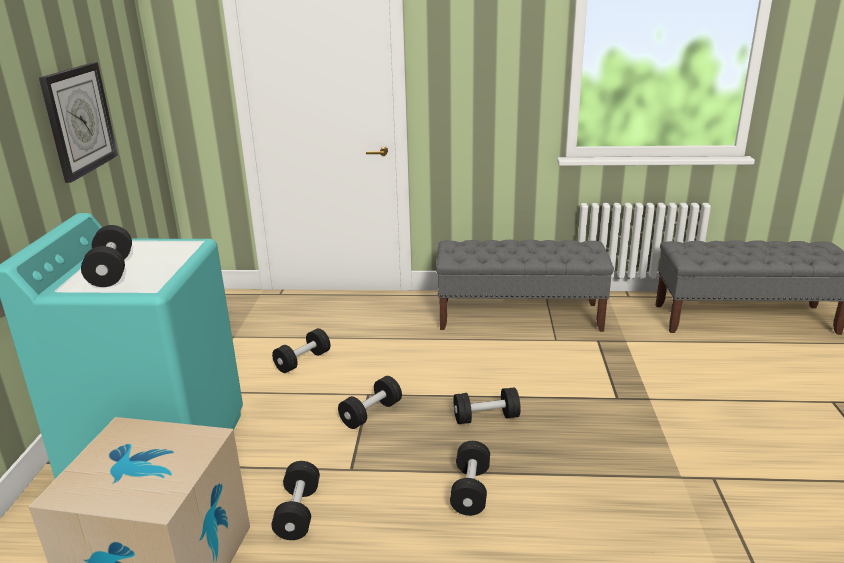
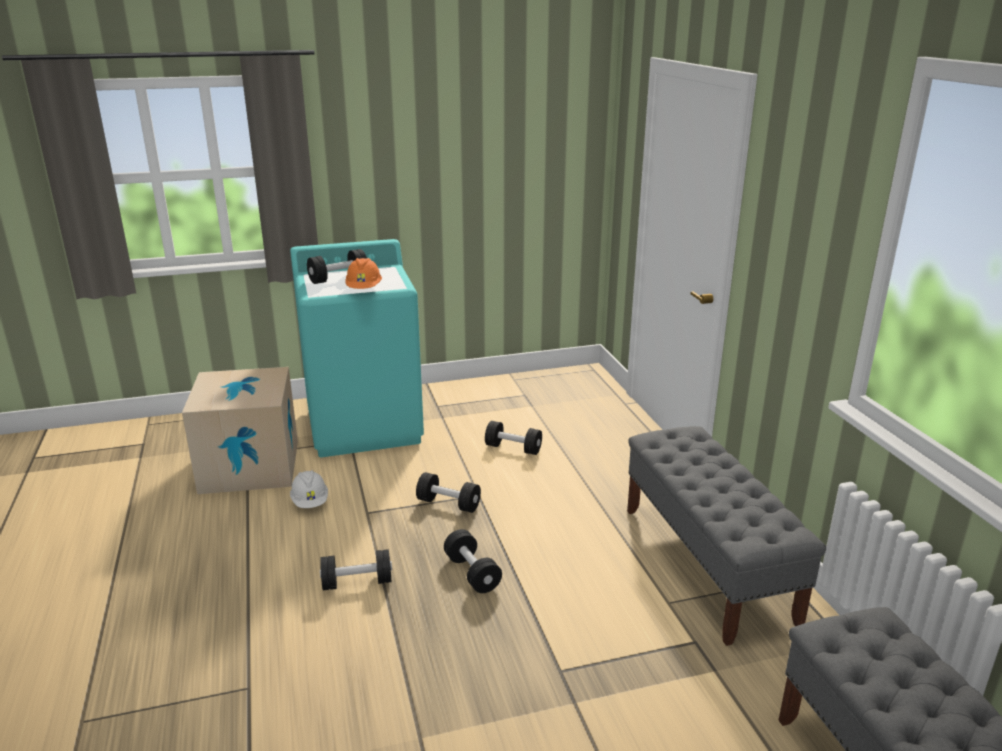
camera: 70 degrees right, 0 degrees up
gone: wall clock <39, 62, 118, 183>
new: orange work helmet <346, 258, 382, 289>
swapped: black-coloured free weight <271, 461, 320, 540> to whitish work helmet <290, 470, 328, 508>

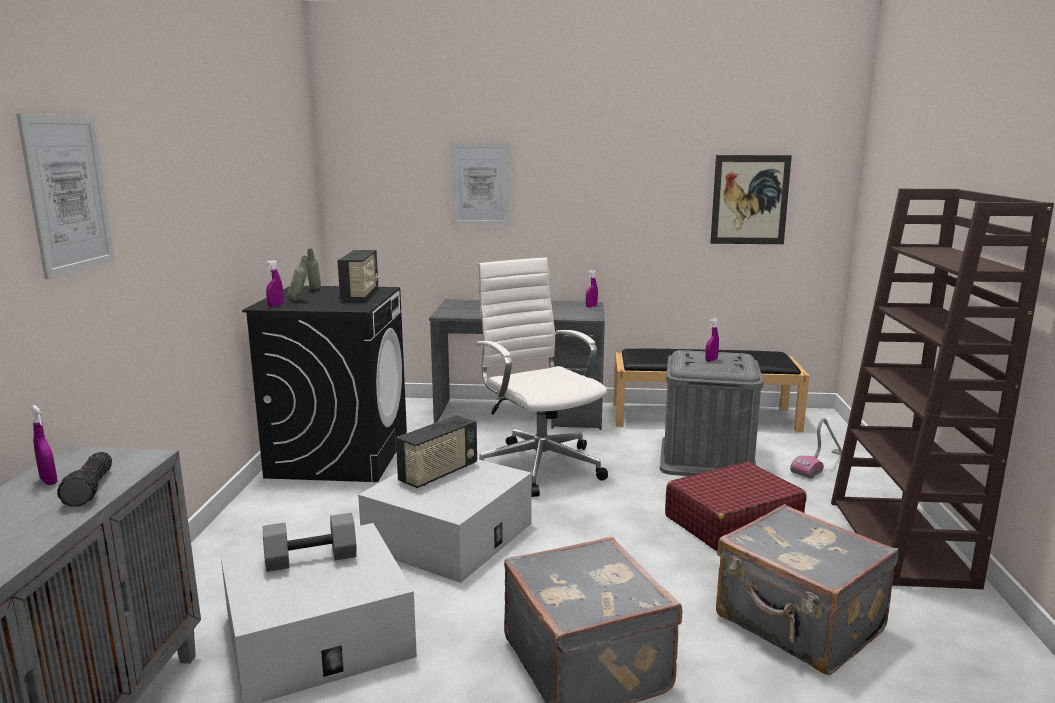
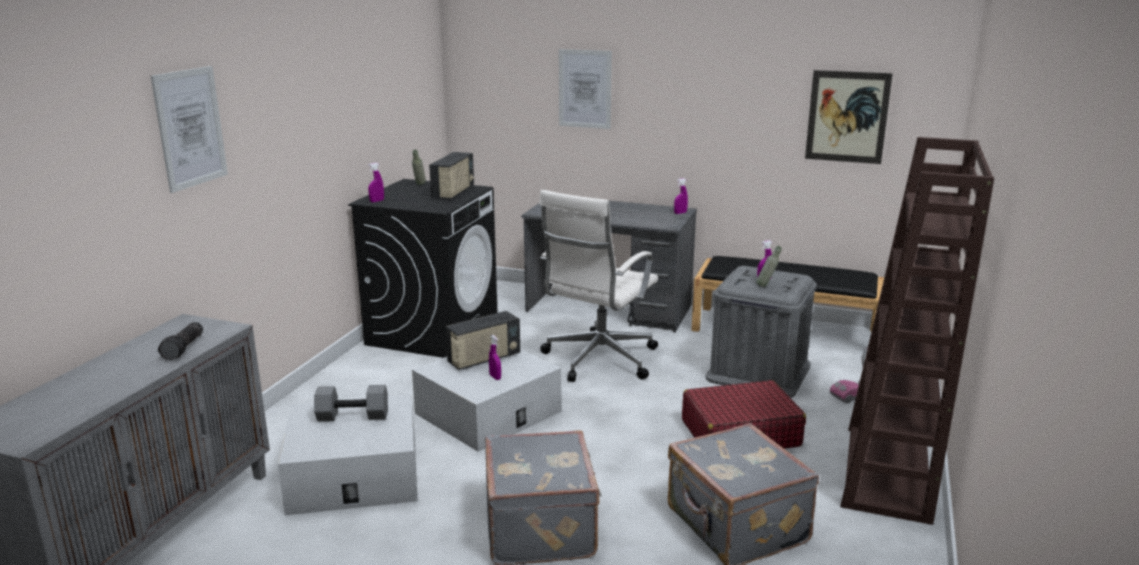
camera: 15 degrees right, 5 degrees up
shifted: purple-coloured sprayer <31, 405, 57, 485> to <489, 335, 501, 380>; greyish bottle <287, 255, 308, 301> to <756, 246, 782, 287>
rotated: whitish desk chair <476, 257, 608, 497> = <539, 190, 658, 382> 135 degrees counterclockwise

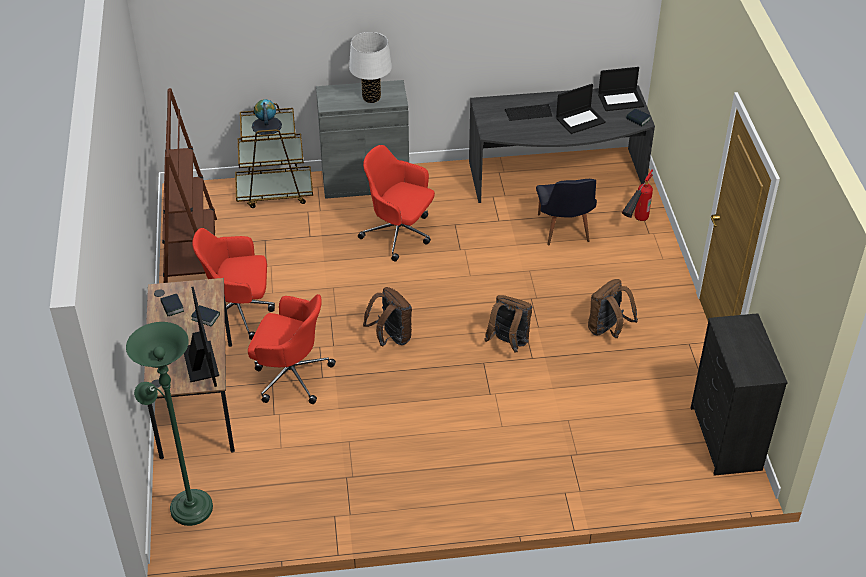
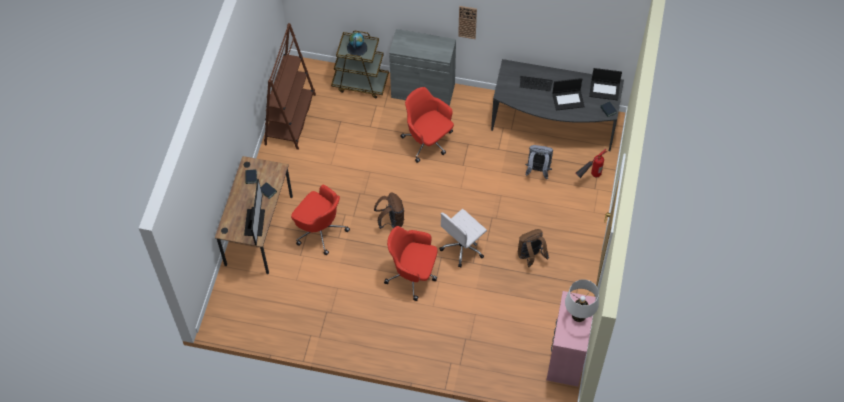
camera: 20 degrees right, 15 degrees up
gone: green standing lamp <126, 322, 213, 526>
new: wall clock <458, 6, 477, 39>
shifted: reddish desk chair <192, 228, 275, 340> to <384, 226, 437, 301>; whitish tabletop lamp <349, 32, 392, 103> to <565, 279, 599, 322>
swapped: brown-coloured rucksack <484, 295, 532, 353> to whitish desk chair <439, 209, 487, 267>; black-coloured chair <536, 179, 597, 245> to greyish rucksack <525, 145, 553, 179>
repainted: black-coloured chest of drawers <691, 313, 788, 476> to pink-coloured chest of drawers <546, 291, 596, 387>

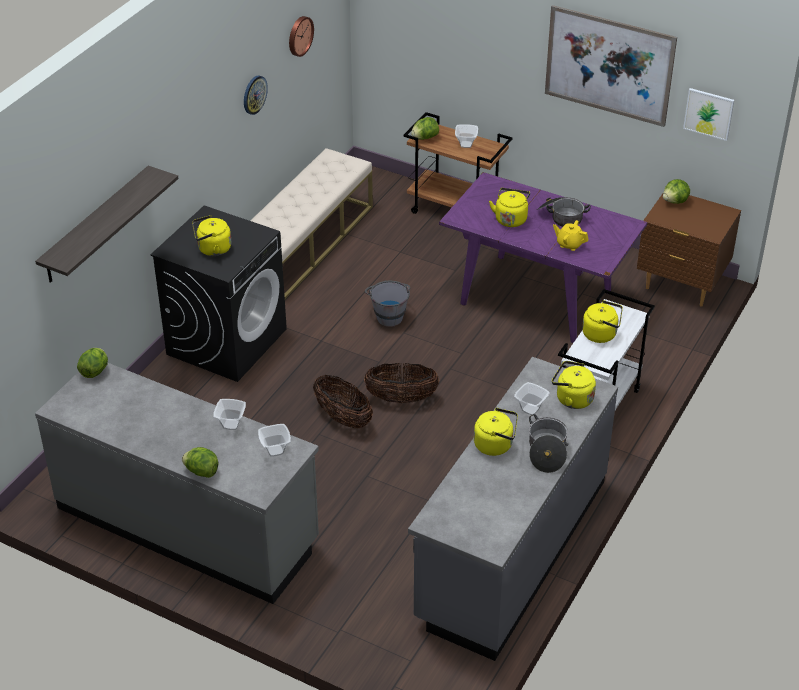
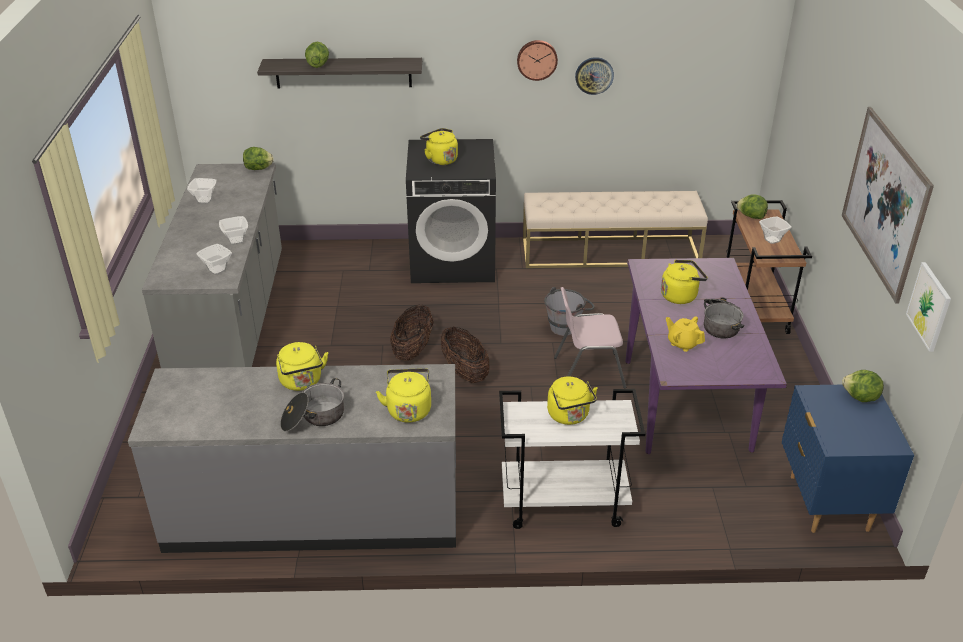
camera: 60 degrees right, 5 degrees down
new: pink-coloured chair <554, 287, 626, 389>
shifted: lettuce <182, 447, 218, 478> to <305, 42, 329, 68>; wall clock <289, 16, 314, 57> to <517, 40, 558, 81>; deep dish <514, 382, 550, 415> to <187, 178, 216, 204>
repainted: brown-coloured night table <637, 192, 741, 307> to blue night table <782, 385, 914, 533>
rotated: yellow teapot <553, 220, 589, 251> = <666, 316, 705, 352> 45 degrees counterclockwise

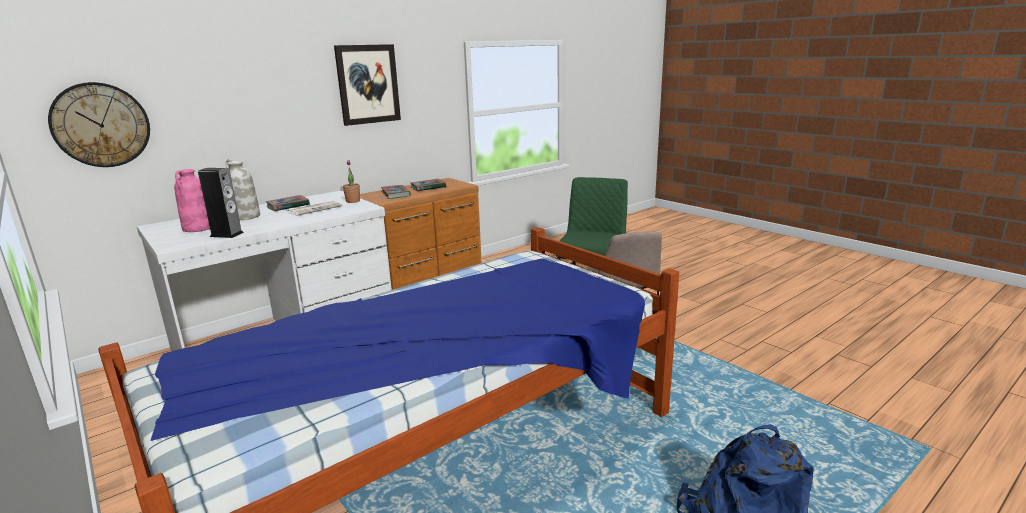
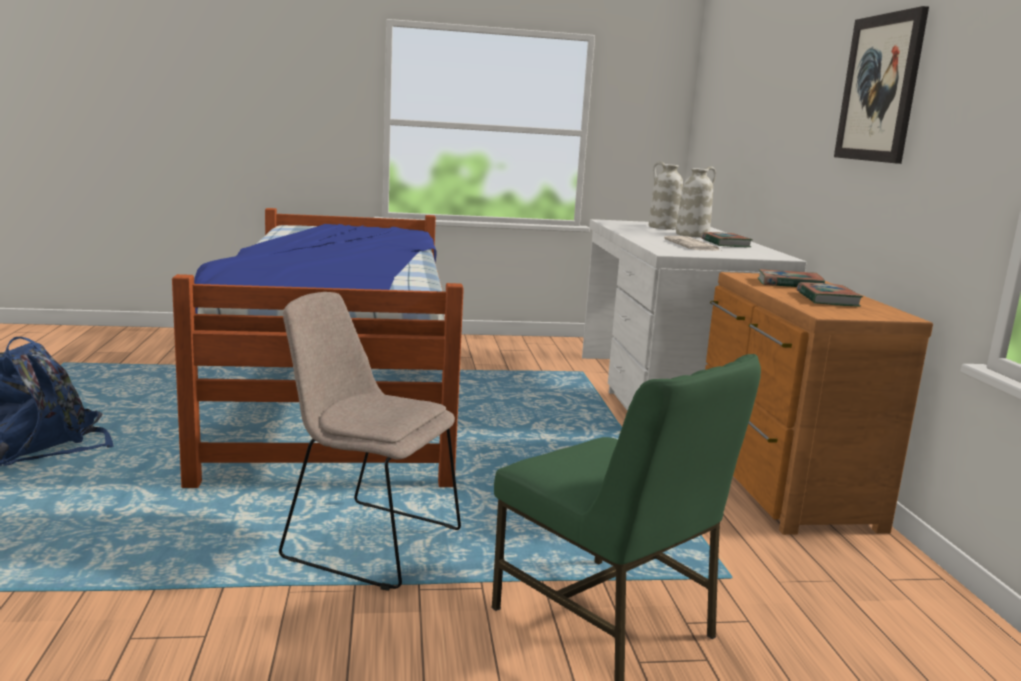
camera: 120 degrees right, 5 degrees down
gone: wall clock <48, 82, 150, 167>; loudspeaker <198, 168, 244, 238>; plant in a pot <343, 160, 360, 203>
repainted: pink-coloured vase <174, 169, 210, 232> to whitish vase <649, 161, 683, 230>

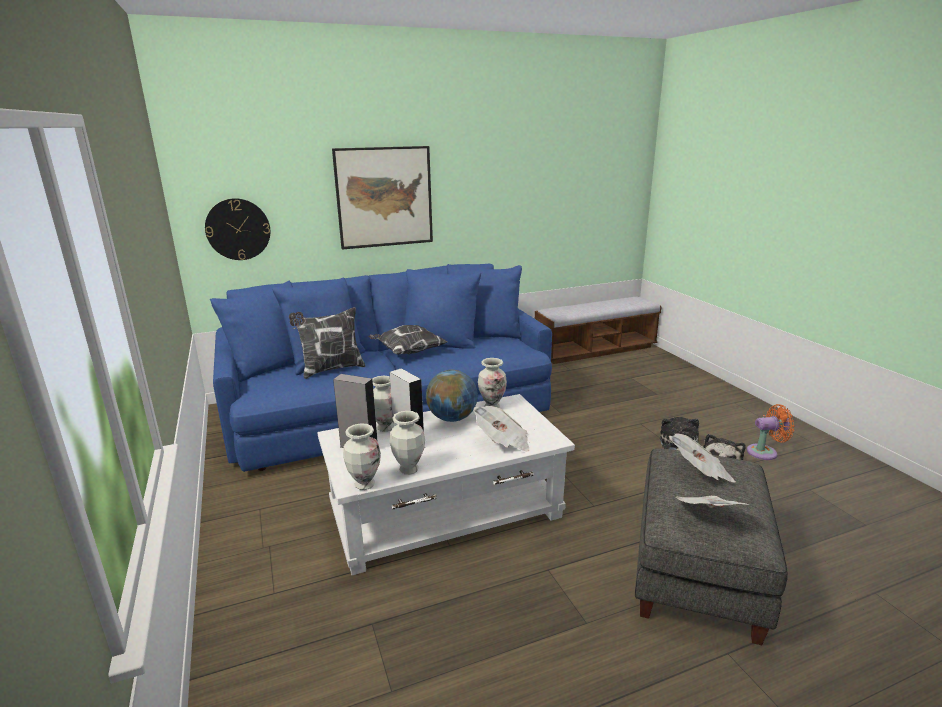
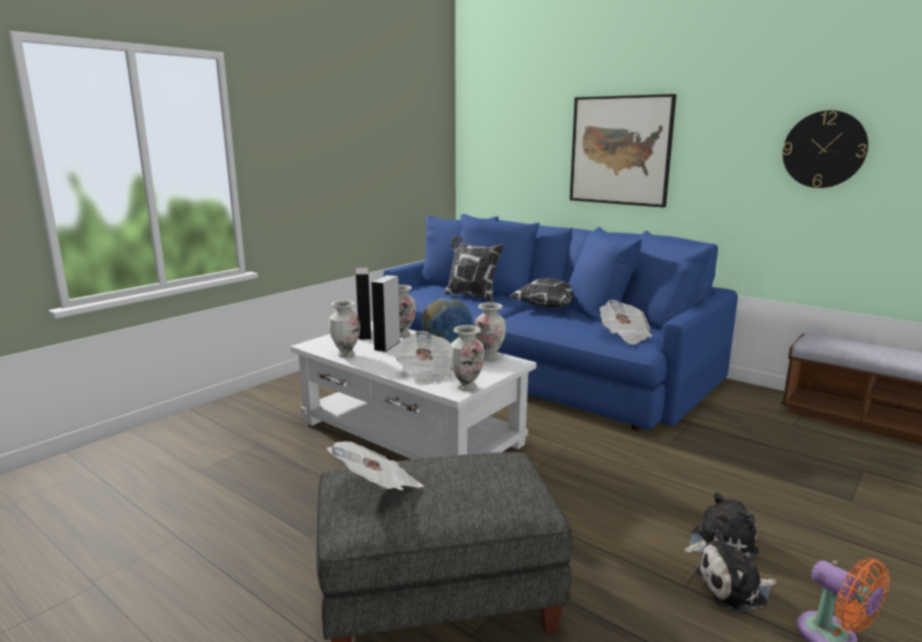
camera: 60 degrees right, 5 degrees down
shifted: wall clock <205, 198, 270, 260> to <783, 110, 868, 188>; vase <343, 423, 381, 490> to <449, 325, 485, 391>; daily paper <669, 433, 736, 483> to <600, 300, 652, 345>

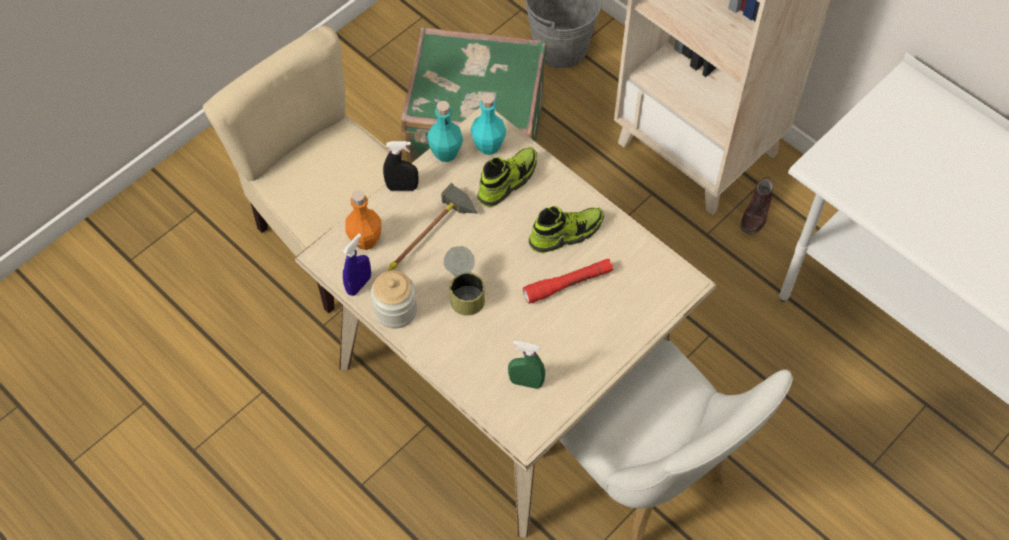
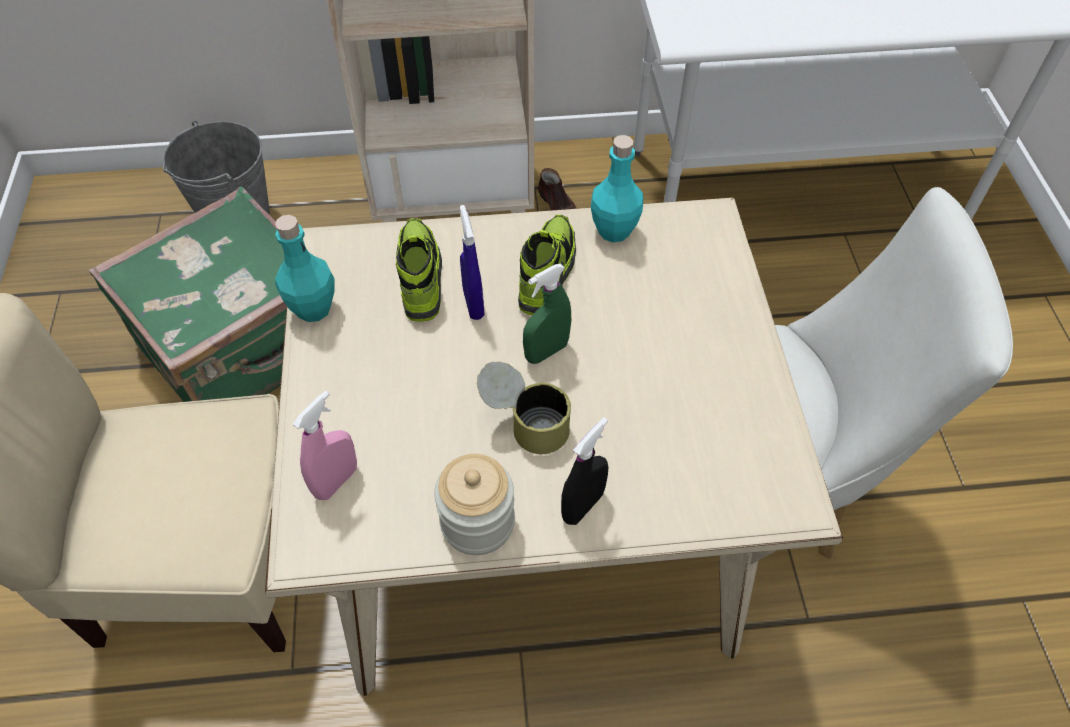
camera: 50 degrees left, 5 degrees down
gone: tool hammer <388, 183, 477, 271>; reddish torch <523, 259, 613, 304>
shifted: blue sprayer <343, 233, 371, 296> to <460, 205, 484, 320>; black-coloured sprayer <383, 141, 419, 191> to <561, 417, 608, 525>; turquoise bottle <471, 94, 506, 155> to <591, 135, 643, 242>; green sprayer <508, 340, 545, 389> to <523, 264, 571, 364>
swapped: orange bottle <345, 190, 381, 250> to pink-coloured sprayer <293, 391, 357, 500>

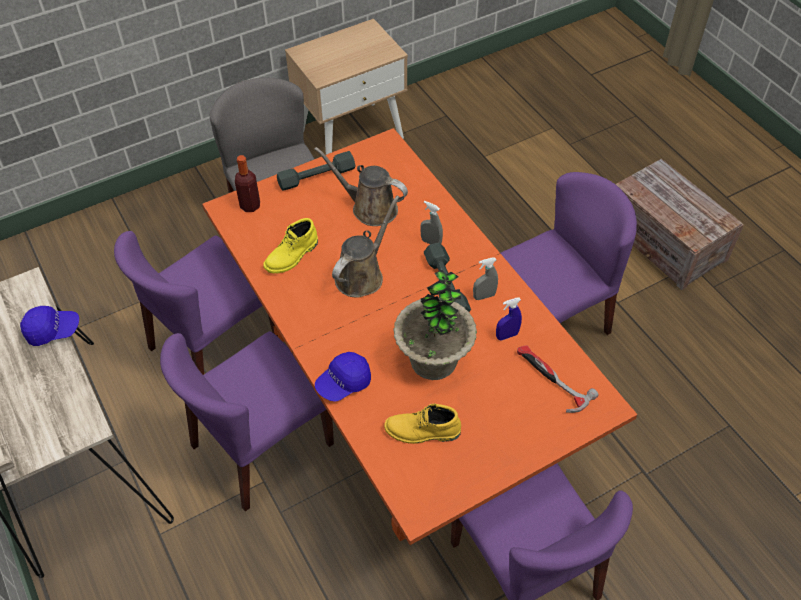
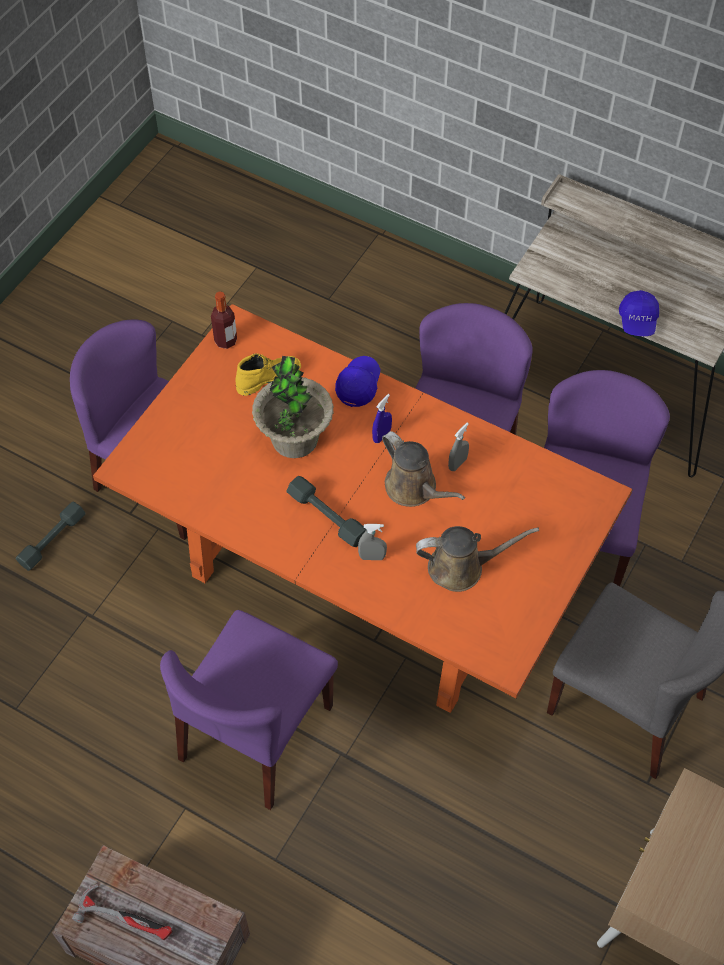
camera: 150 degrees right, 5 degrees up
gone: yellow boot <263, 218, 318, 274>
shifted: bottle <235, 155, 260, 212> to <211, 291, 237, 349>; greyish free weight <277, 151, 355, 191> to <16, 501, 86, 571>; greyish sprayer <473, 257, 498, 300> to <448, 423, 469, 471>; blue sprayer <496, 298, 522, 340> to <372, 394, 392, 443>; tool hammer <517, 345, 599, 413> to <72, 884, 172, 940>
rotated: blue cap <20, 306, 79, 346> = <619, 290, 659, 336> 45 degrees counterclockwise; brown-coloured watering can <332, 196, 399, 298> = <382, 431, 465, 507> 45 degrees counterclockwise

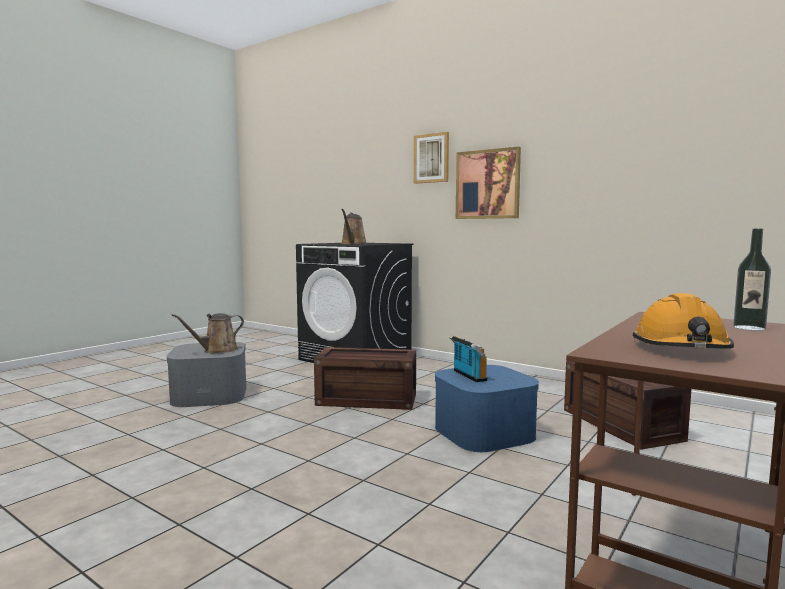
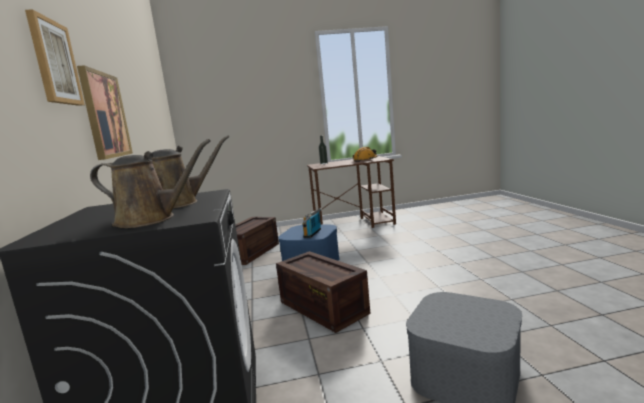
camera: 135 degrees left, 5 degrees up
shifted: brown-coloured watering can <172, 313, 244, 353> to <90, 139, 211, 228>

